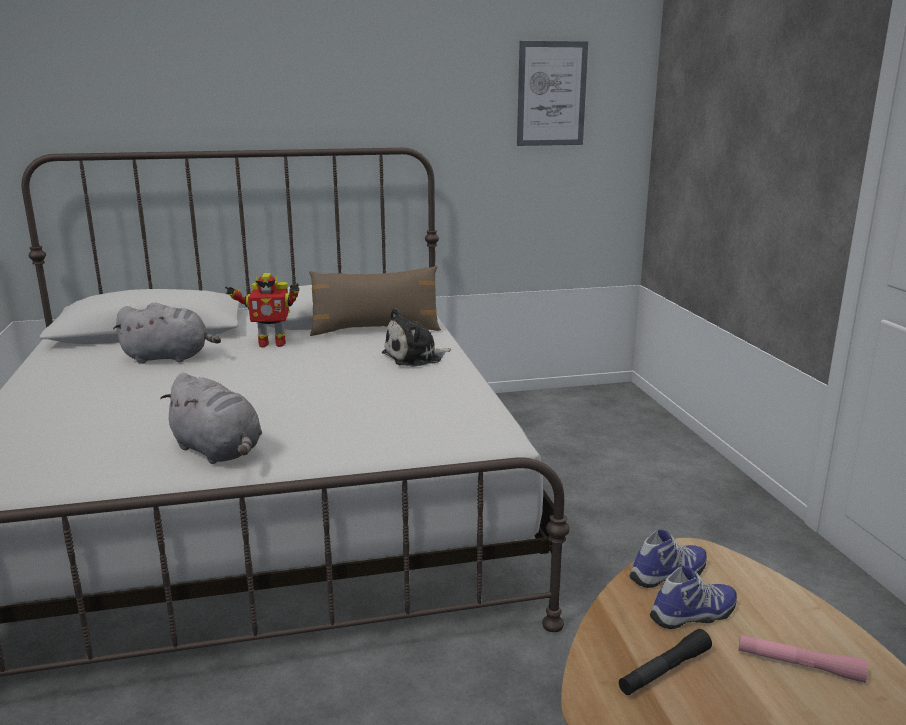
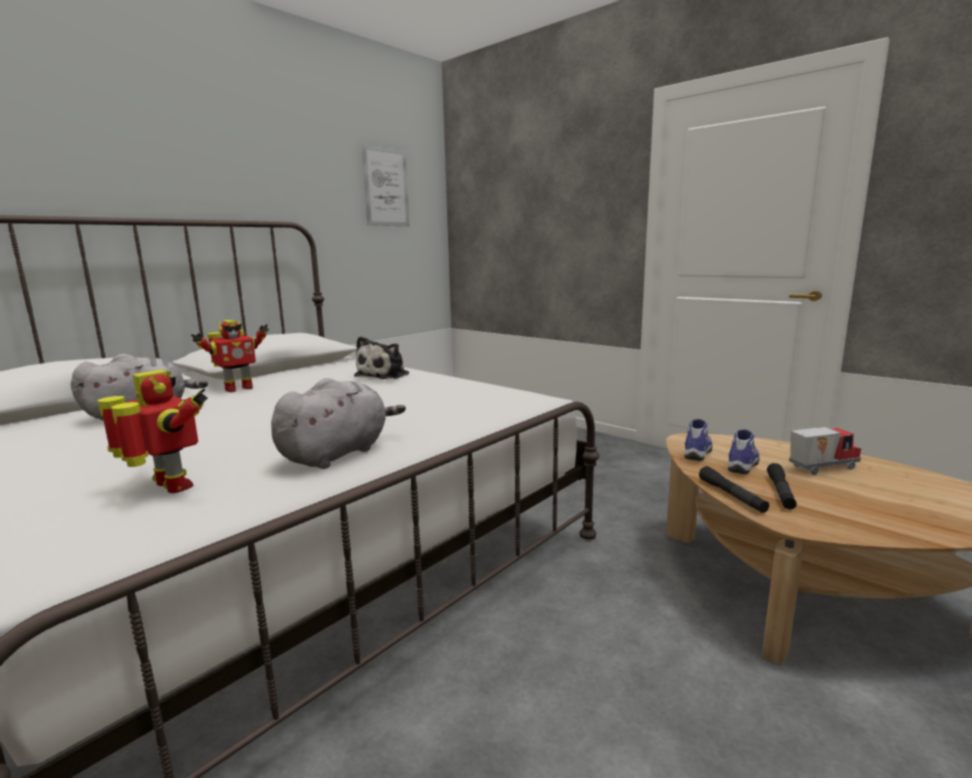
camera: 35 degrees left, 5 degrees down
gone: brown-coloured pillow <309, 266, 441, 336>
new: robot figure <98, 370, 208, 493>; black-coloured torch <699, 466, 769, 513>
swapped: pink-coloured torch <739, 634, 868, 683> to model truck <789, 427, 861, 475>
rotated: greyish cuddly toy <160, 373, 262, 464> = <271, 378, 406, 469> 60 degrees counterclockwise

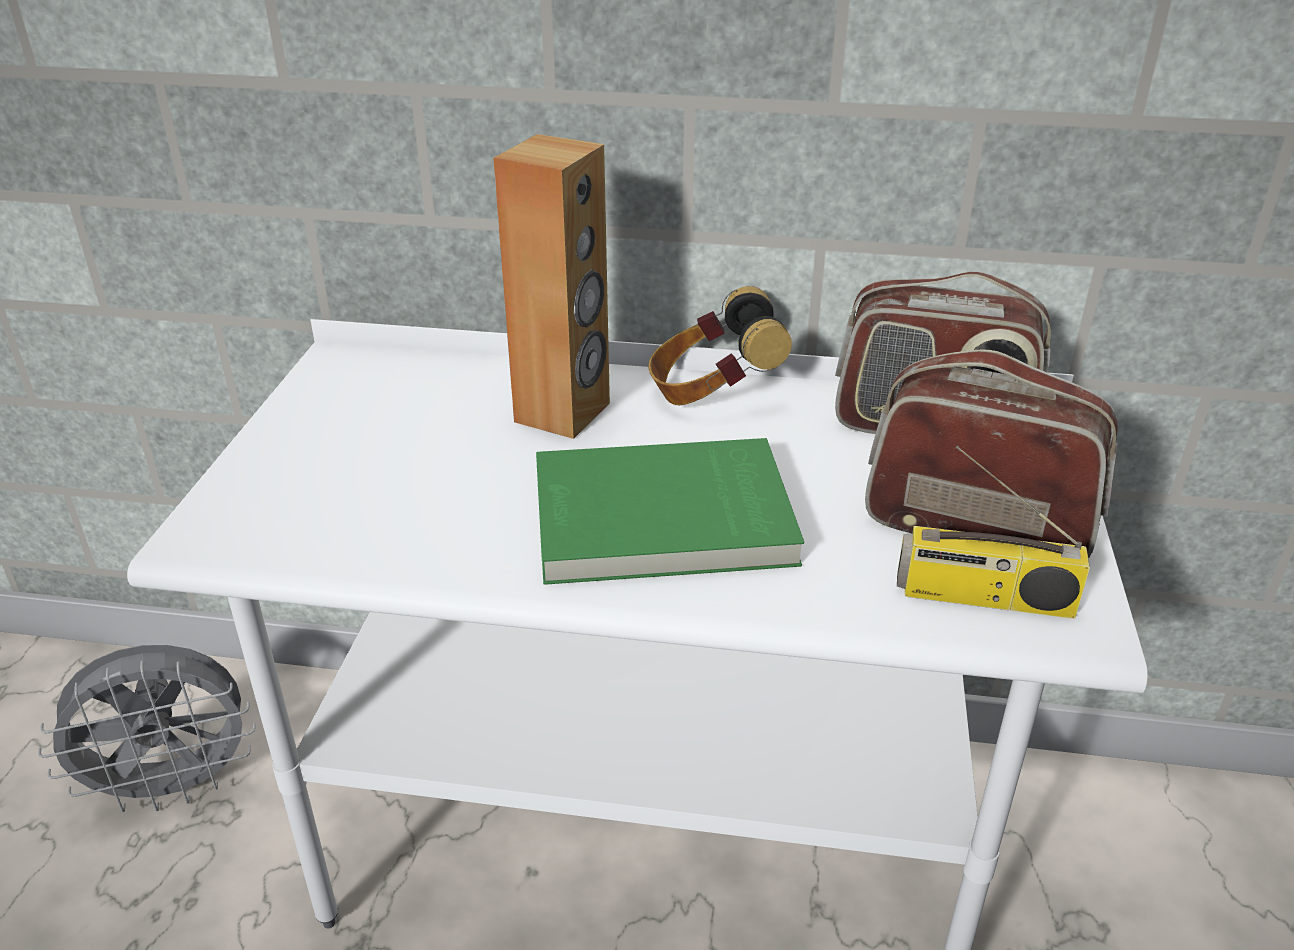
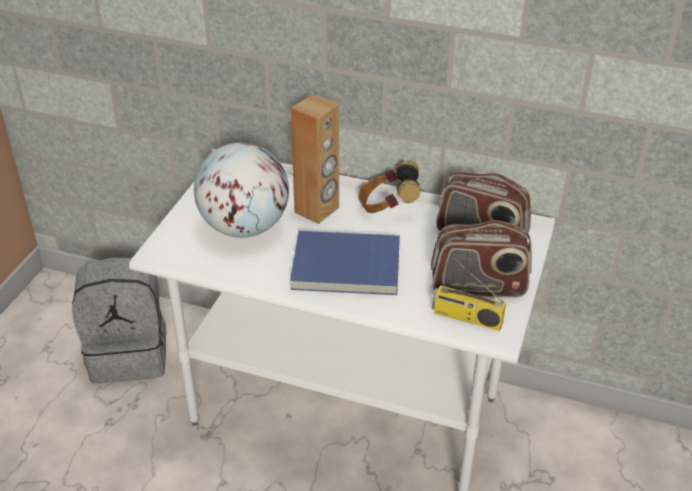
camera: 10 degrees right, 5 degrees up
new: desk globe <194, 143, 289, 238>
swapped: greyish cooling fan <38, 645, 256, 812> to greyish rucksack <72, 257, 166, 383>
repainted: green bound book <536, 438, 804, 585> to blue bound book <290, 231, 400, 295>
rotated: radio receiver <865, 350, 1118, 559> = <431, 220, 532, 297> 150 degrees clockwise

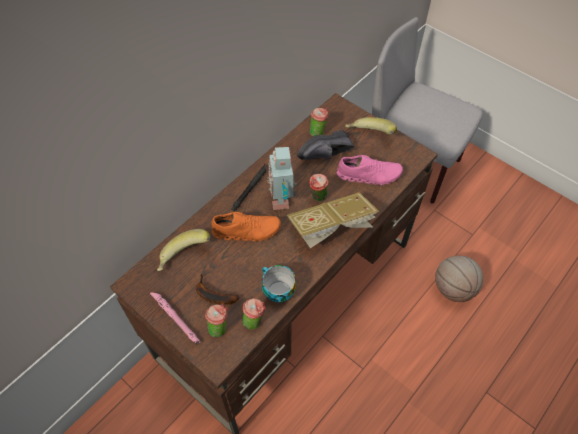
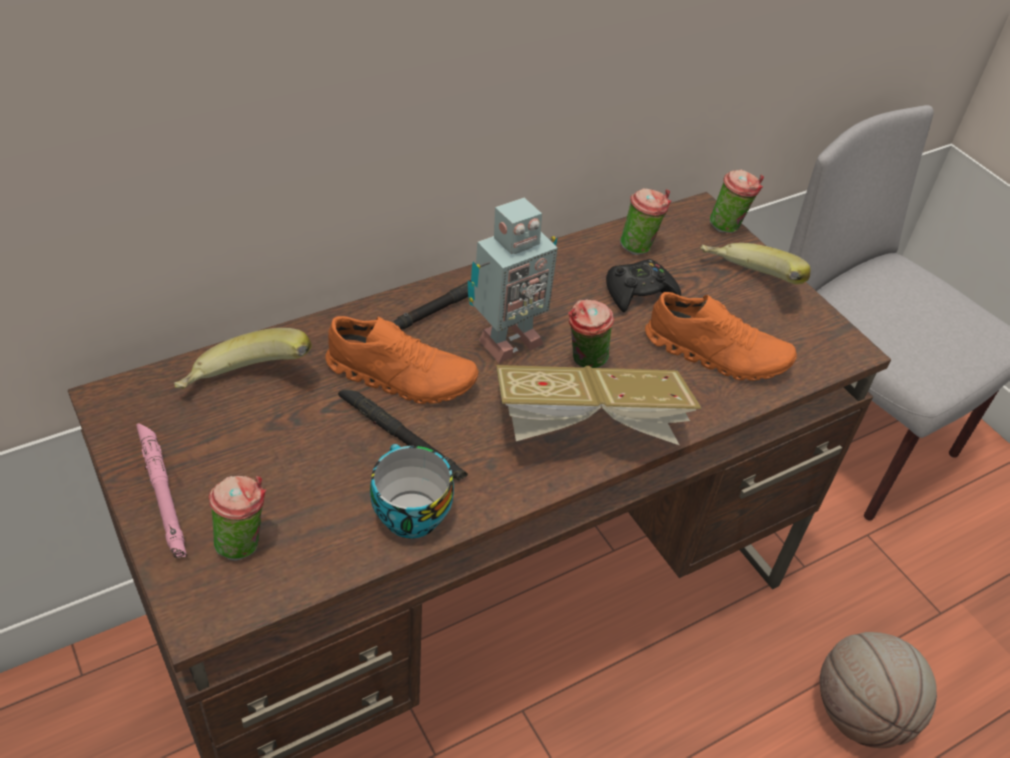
camera: 15 degrees right, 10 degrees down
gone: banana <196, 273, 239, 305>
new: black-coloured torch <338, 390, 468, 480>
shifted: cup <243, 298, 266, 329> to <710, 169, 764, 233>
swapped: black-coloured low shoe <297, 130, 354, 160> to black-coloured joypad <606, 259, 681, 312>
repainted: pink-coloured low shoe <336, 155, 403, 185> to orange low shoe <645, 292, 797, 381>
rotated: robot figure <267, 147, 296, 210> = <468, 198, 558, 363> 135 degrees counterclockwise

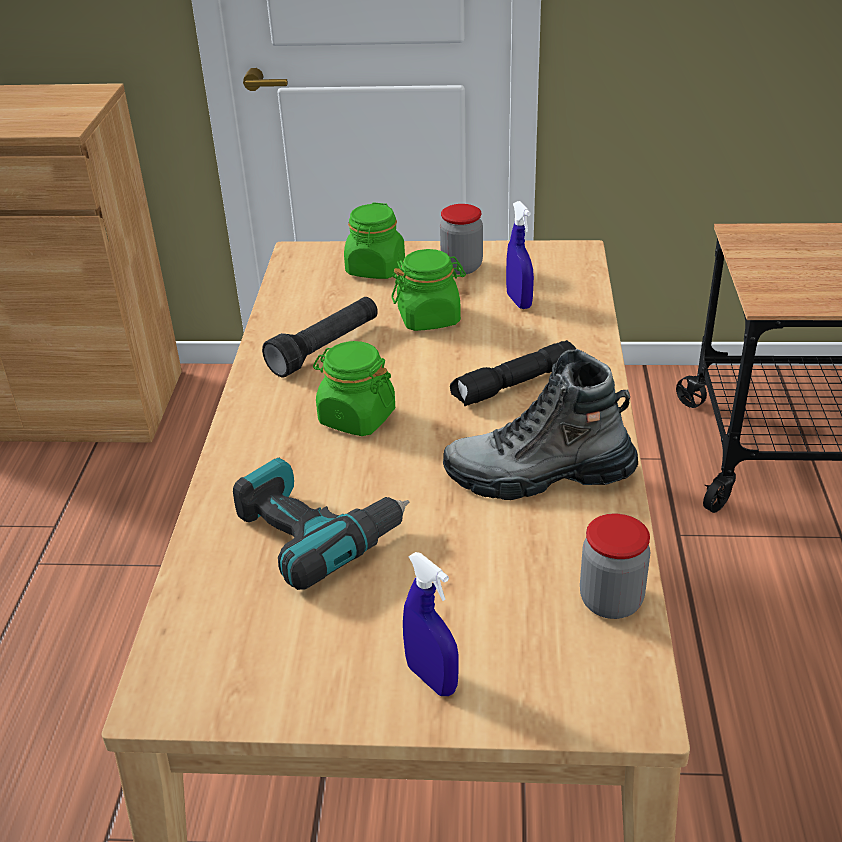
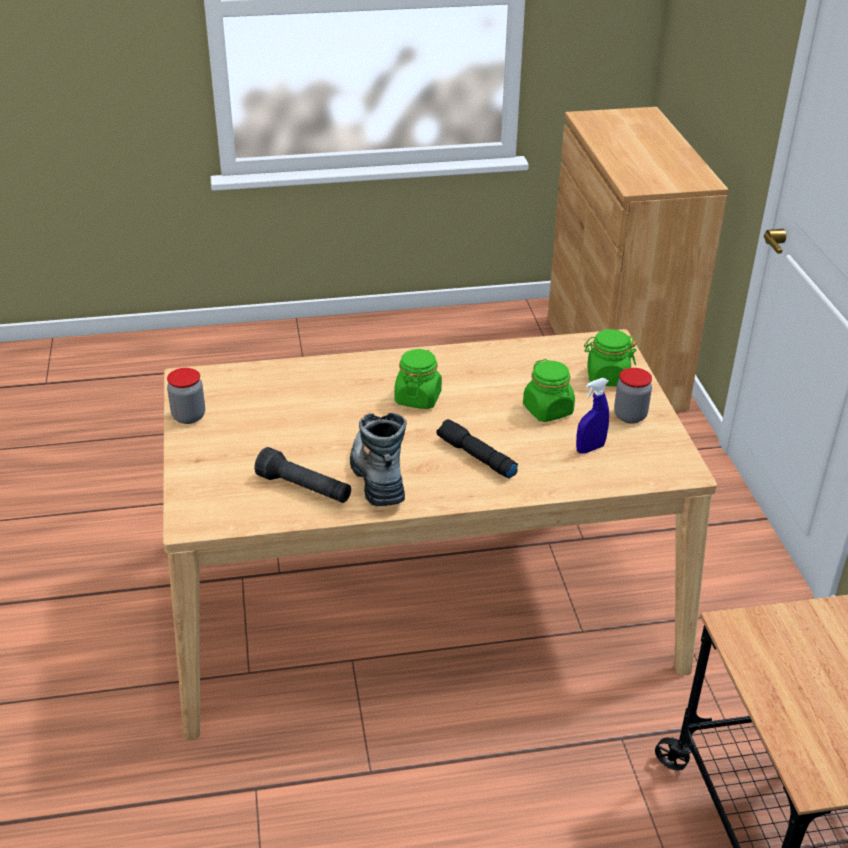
camera: 75 degrees right, 0 degrees up
gone: drill <233, 458, 410, 590>; blue sprayer <403, 552, 459, 696>
shifted: black-coloured torch <262, 297, 378, 378> to <255, 447, 351, 503>; preserve jar <580, 514, 651, 619> to <167, 368, 205, 424>

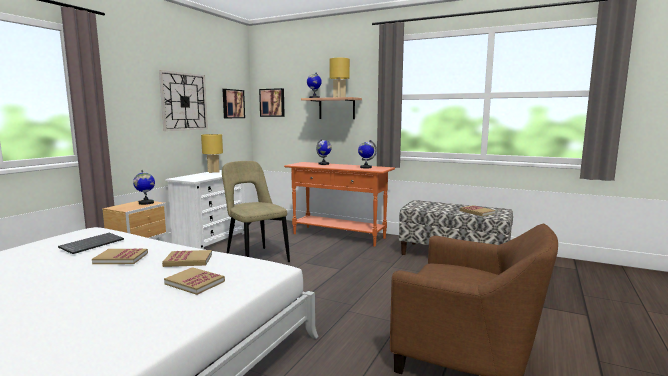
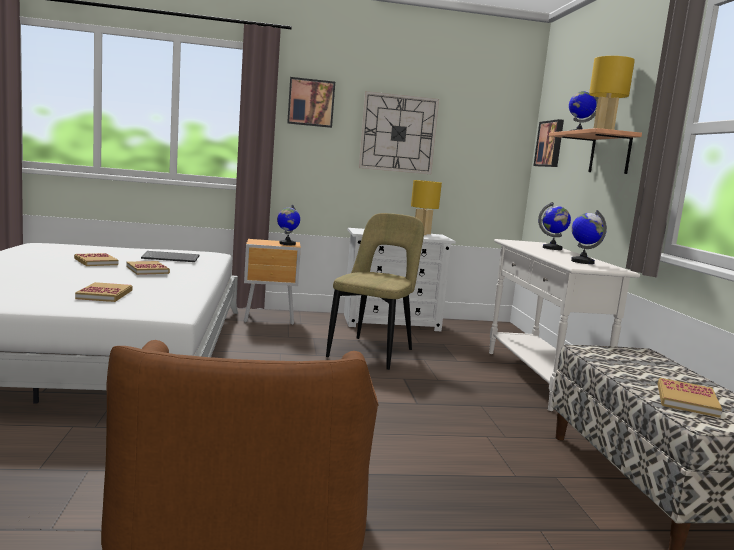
camera: 55 degrees right, 0 degrees up
shifted: bound book <162, 250, 212, 267> to <74, 253, 118, 266>; wall picture <223, 89, 245, 118> to <287, 77, 335, 128>
repainted: orange console table <284, 162, 395, 247> to whitish console table <489, 239, 640, 411>

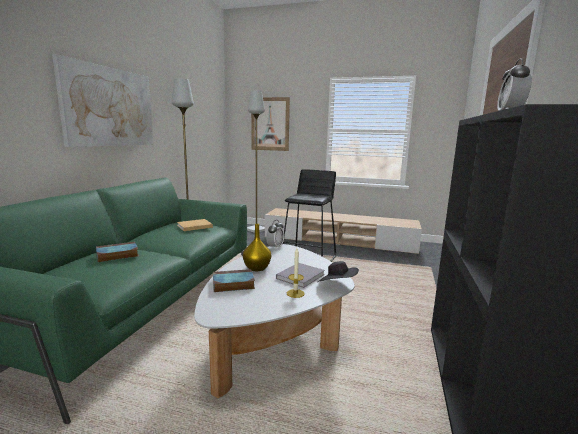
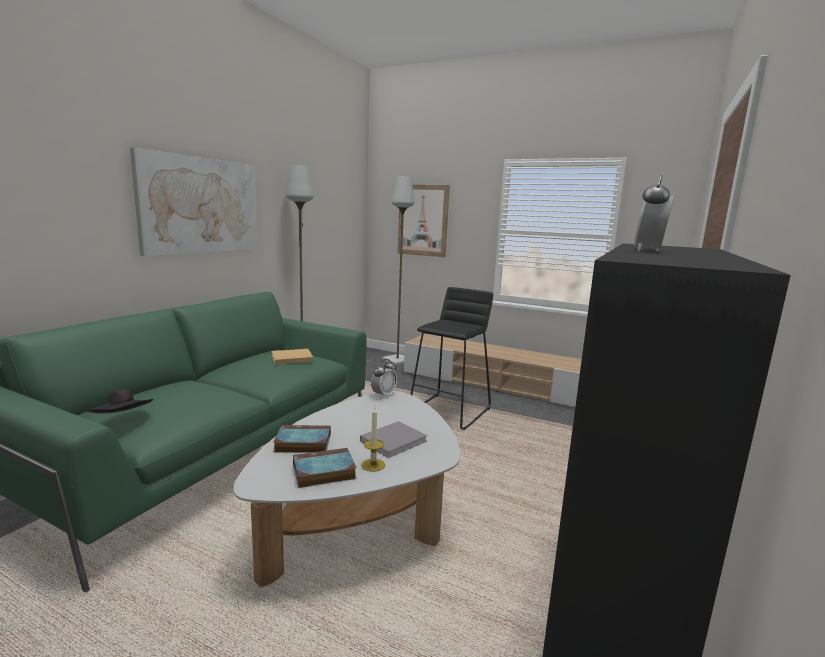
camera: 10 degrees right, 0 degrees up
gone: yellow vase <243, 224, 271, 271>
shifted: bound book <96, 242, 139, 262> to <293, 448, 357, 488>; black-coloured clothing hat <318, 261, 359, 282> to <88, 389, 153, 414>

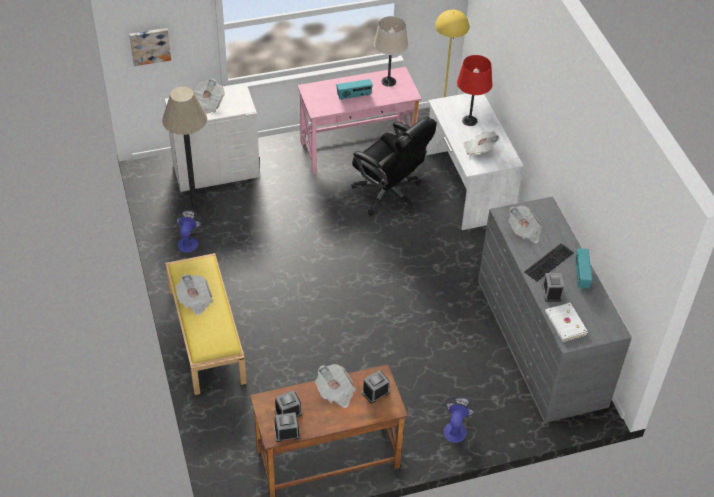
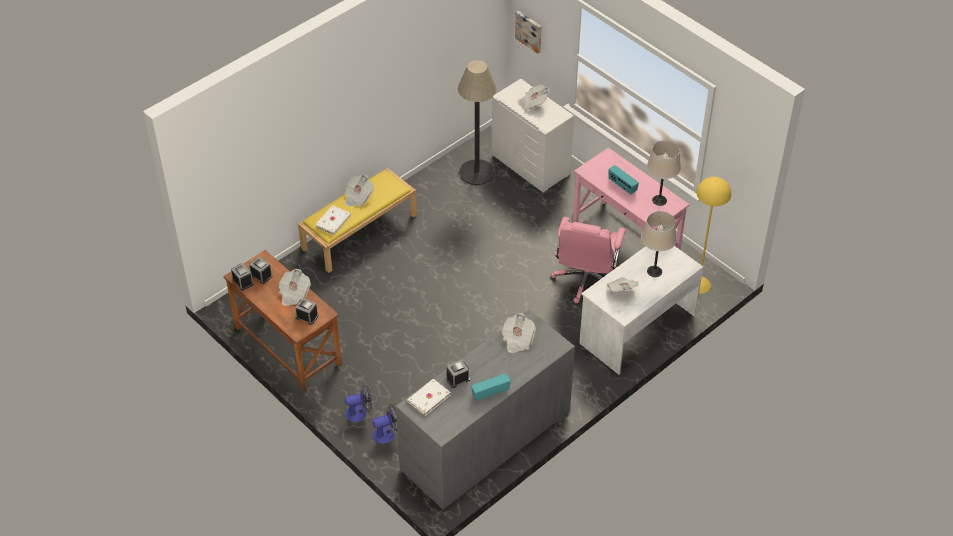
camera: 65 degrees right, 0 degrees up
gone: computer keyboard <524, 244, 574, 281>
new: whitish bound book <315, 205, 351, 235>
shifted: cooling fan <174, 210, 203, 253> to <373, 404, 397, 444>
repainted: black-coloured desk chair <351, 117, 437, 216> to pink-coloured desk chair <551, 217, 626, 303>; reddish tabletop lamp <457, 55, 492, 126> to sand-coloured tabletop lamp <641, 211, 677, 277>

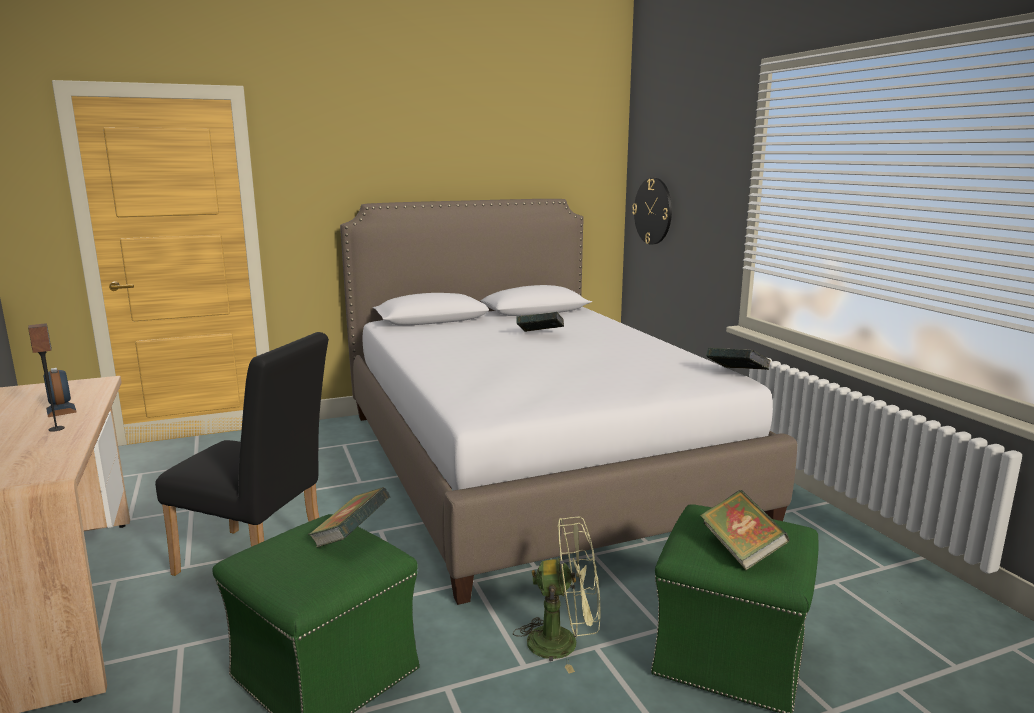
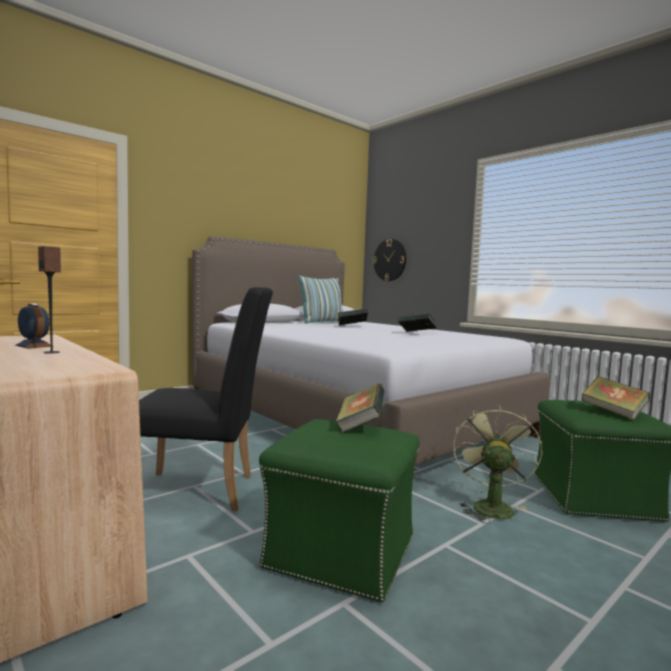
camera: 20 degrees left, 10 degrees down
new: pillow <299, 275, 343, 324>
shifted: bound book <706, 348, 771, 370> to <398, 313, 437, 332>
rotated: green cooling fan <513, 517, 600, 674> = <453, 405, 542, 524> 60 degrees counterclockwise

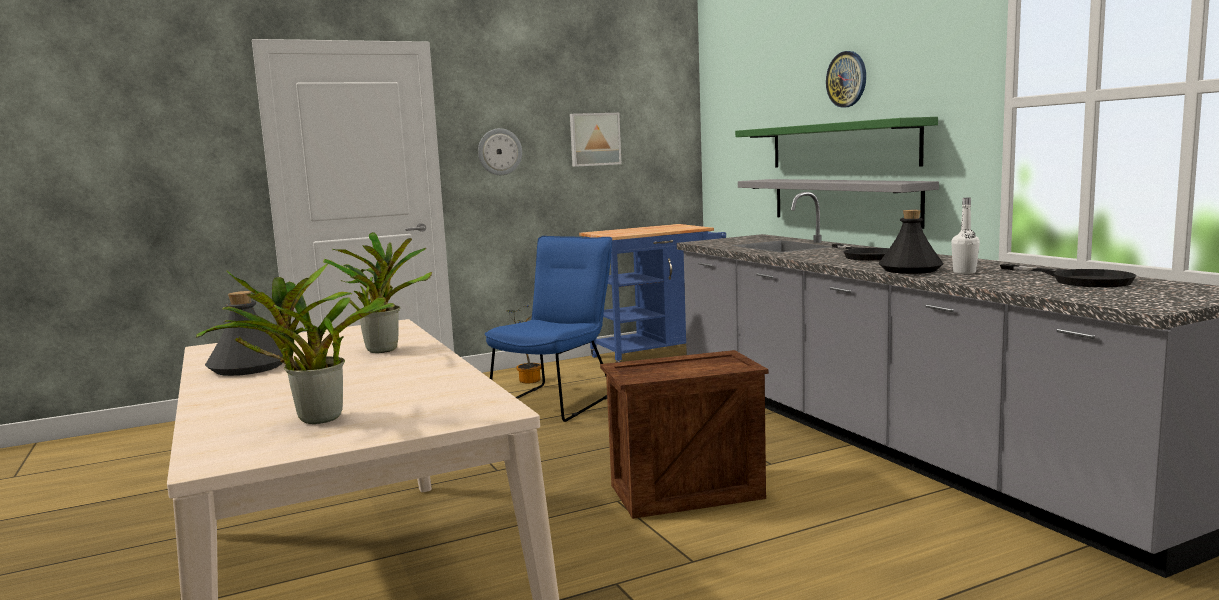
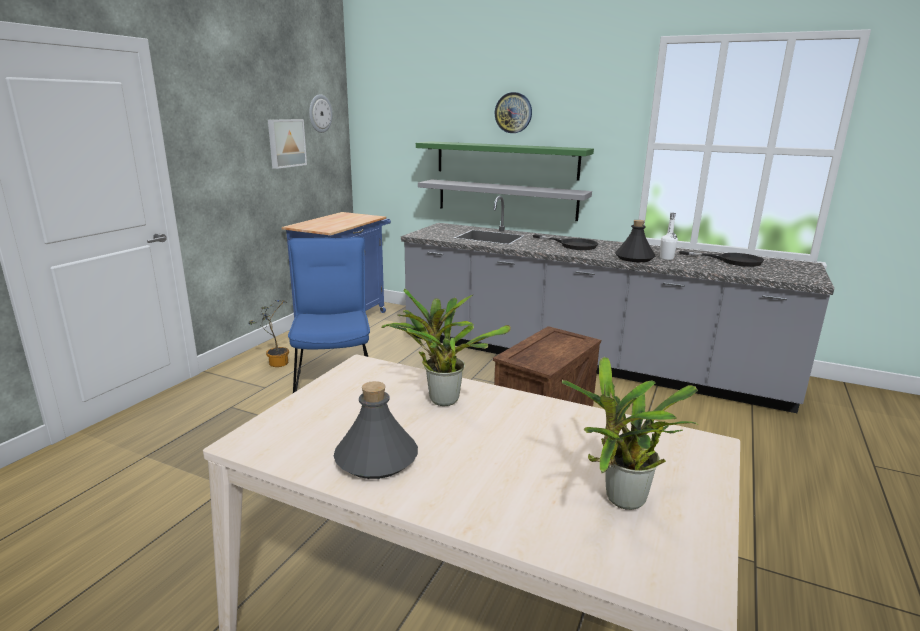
camera: 40 degrees left, 10 degrees up
shifted: wall clock <478, 128, 522, 175> to <309, 94, 333, 133>

